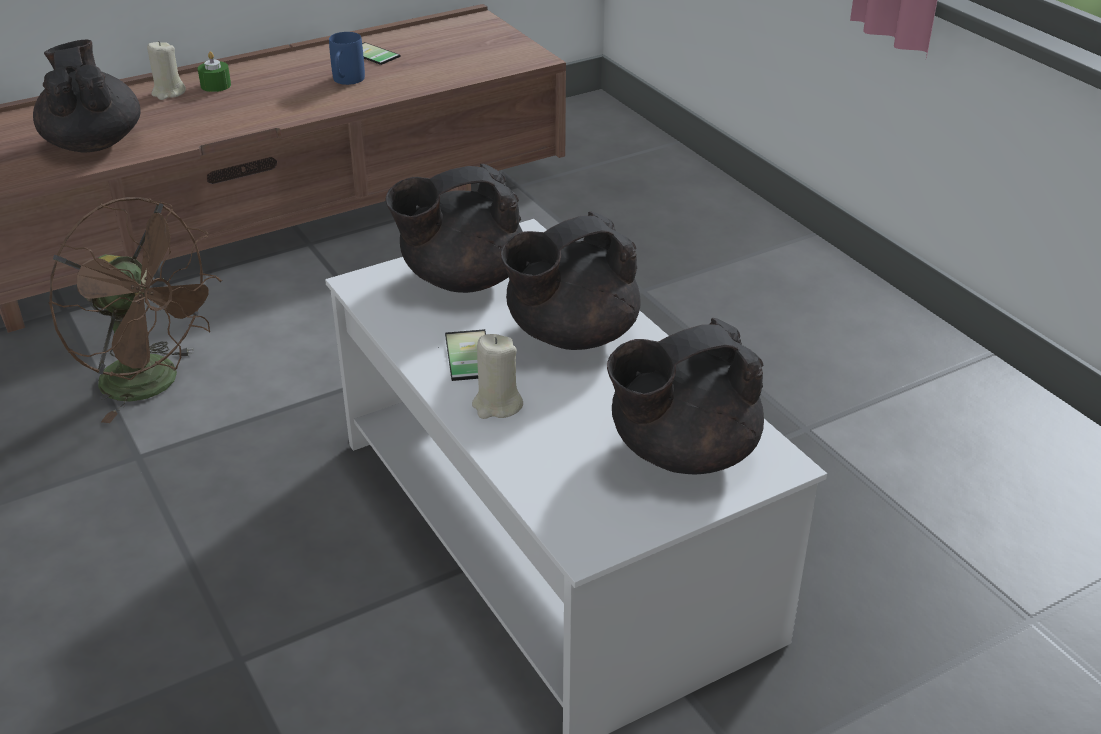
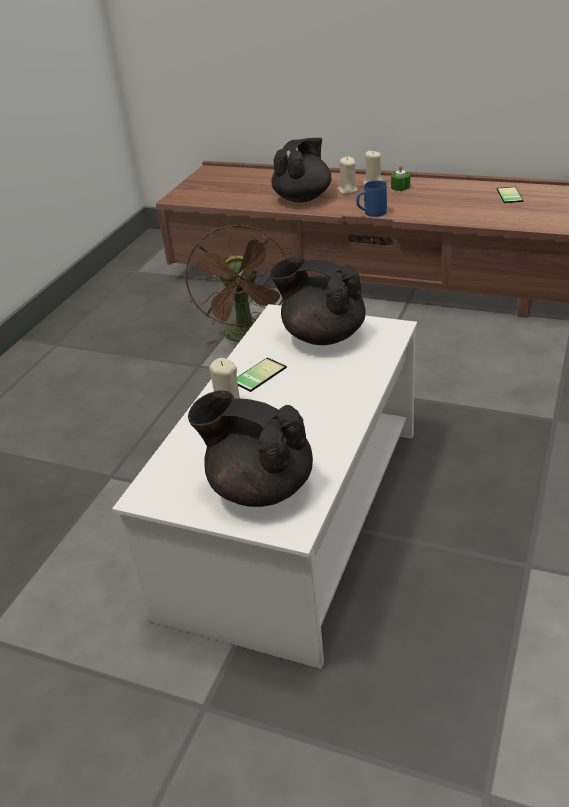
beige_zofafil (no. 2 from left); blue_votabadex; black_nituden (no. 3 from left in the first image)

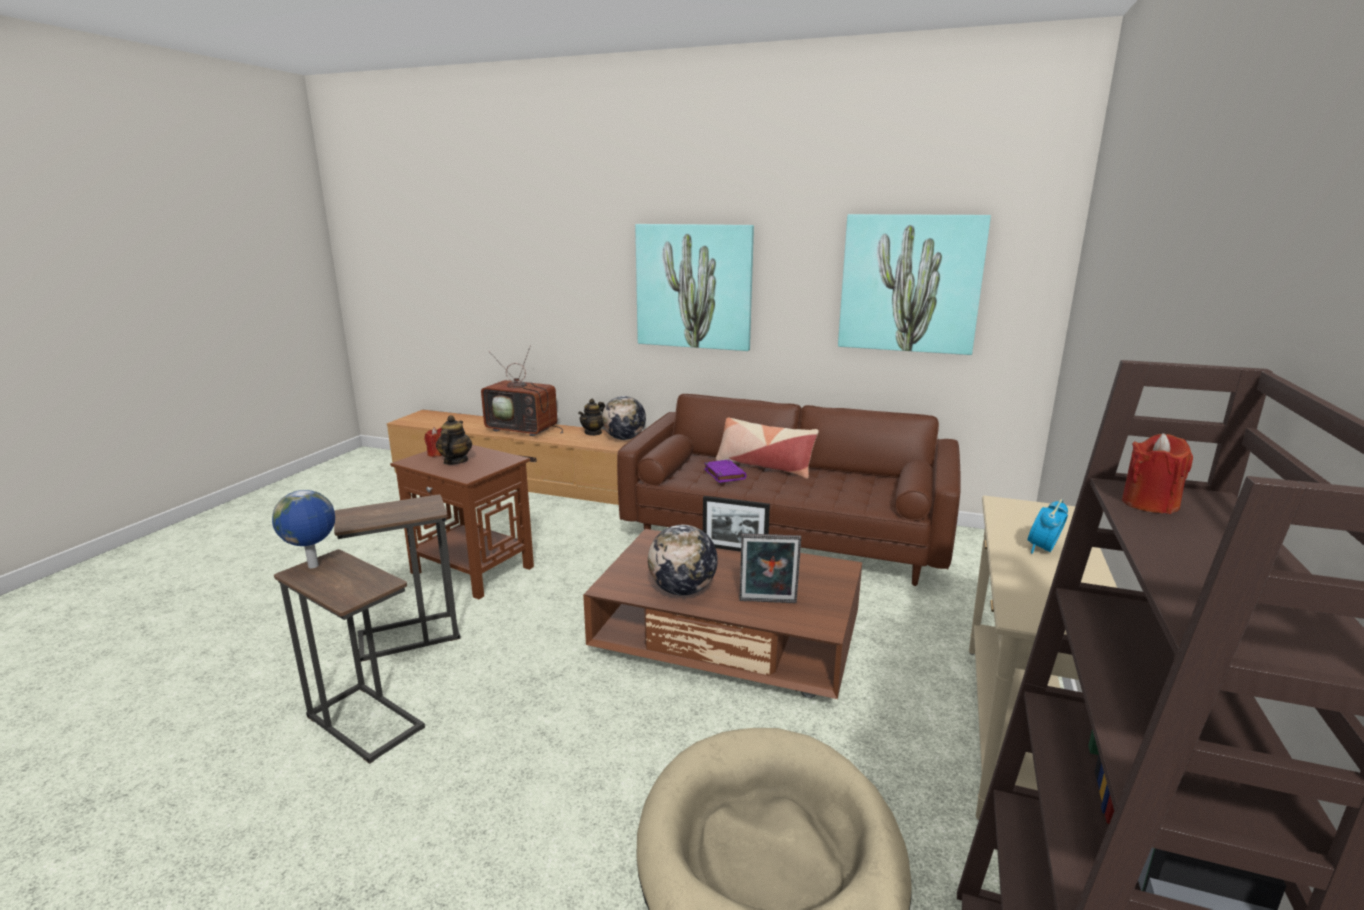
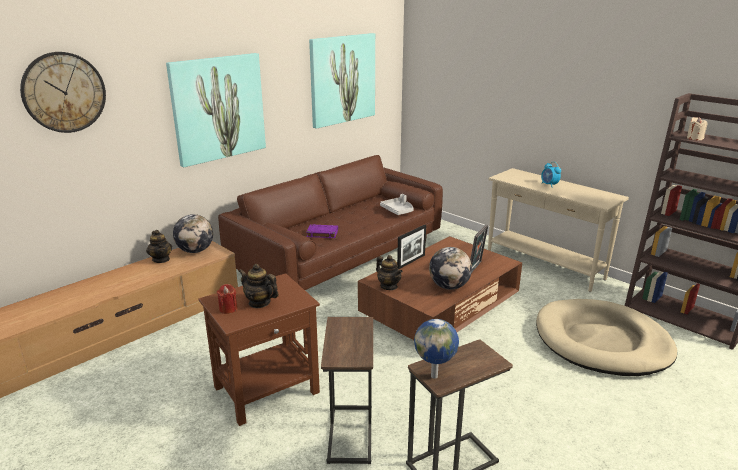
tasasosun; nituden (no. 3 from left); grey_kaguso; beige_zofafil; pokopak; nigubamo

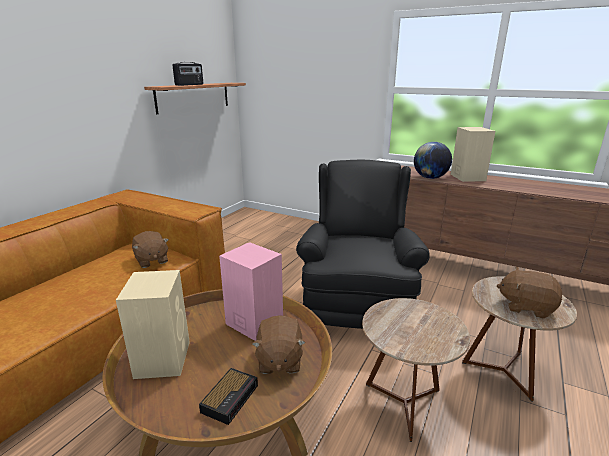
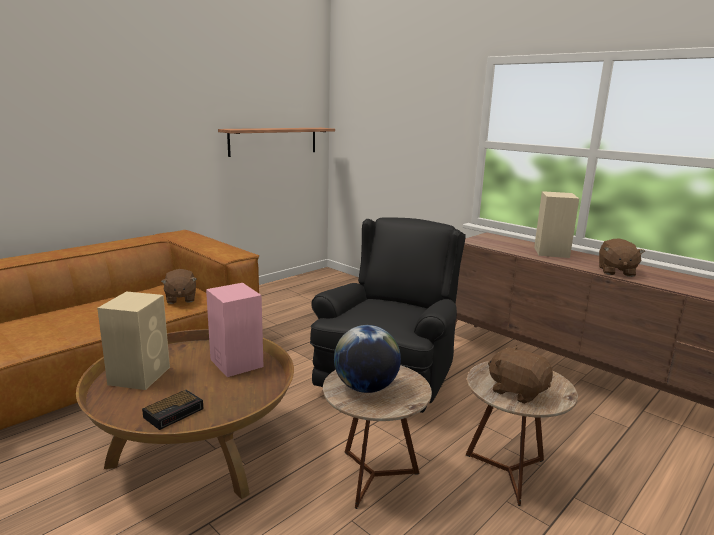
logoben; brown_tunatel (no. 3 from left); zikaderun

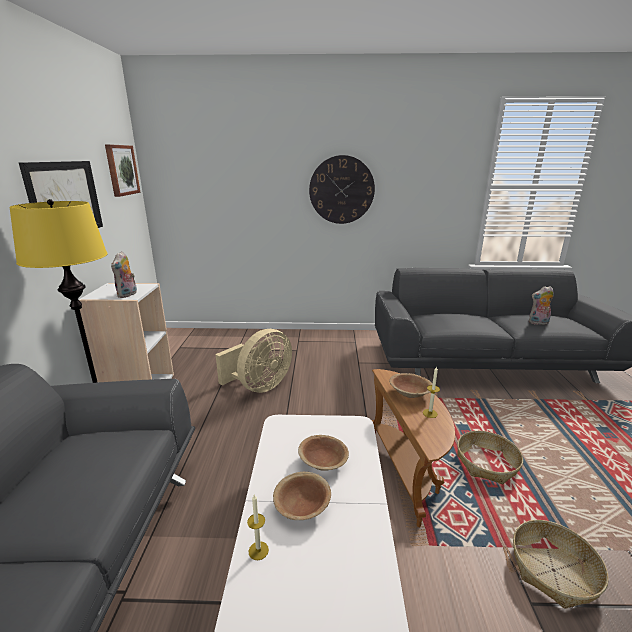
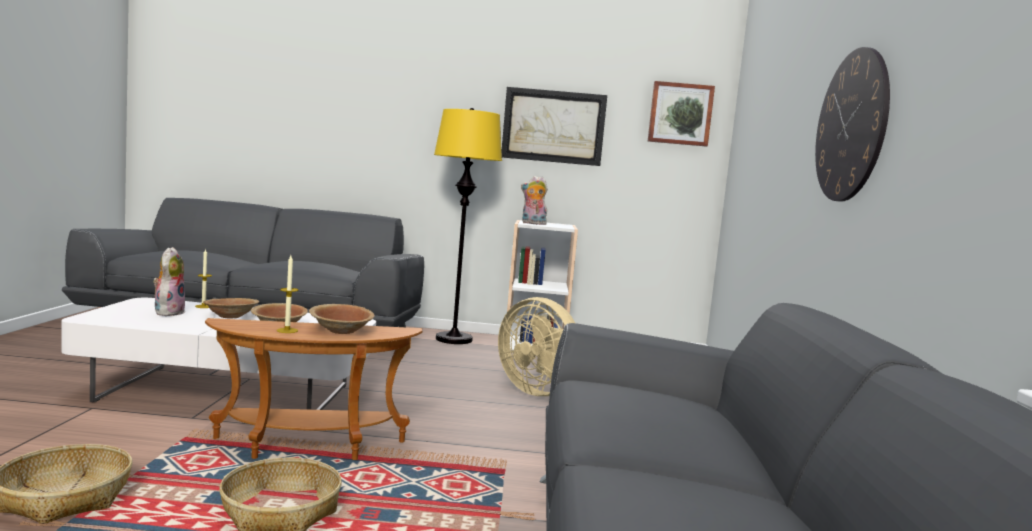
tunatel (no. 1 from left)

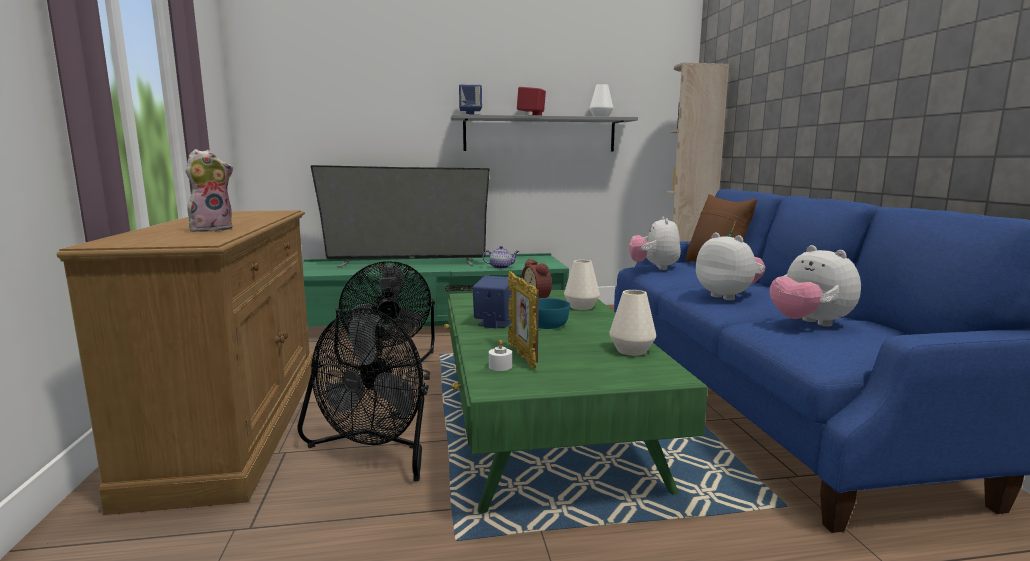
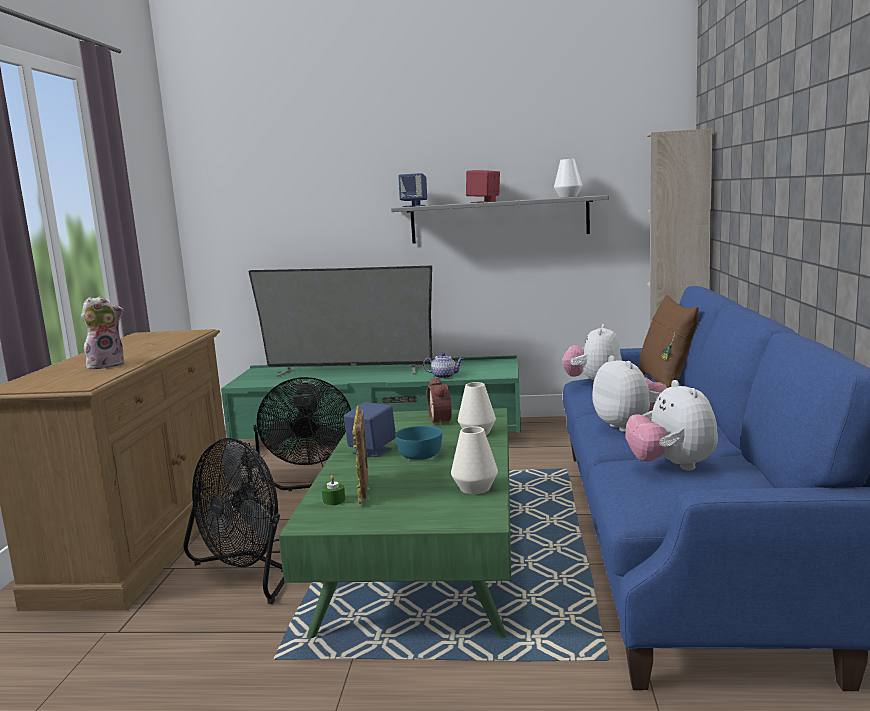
green_zofafil

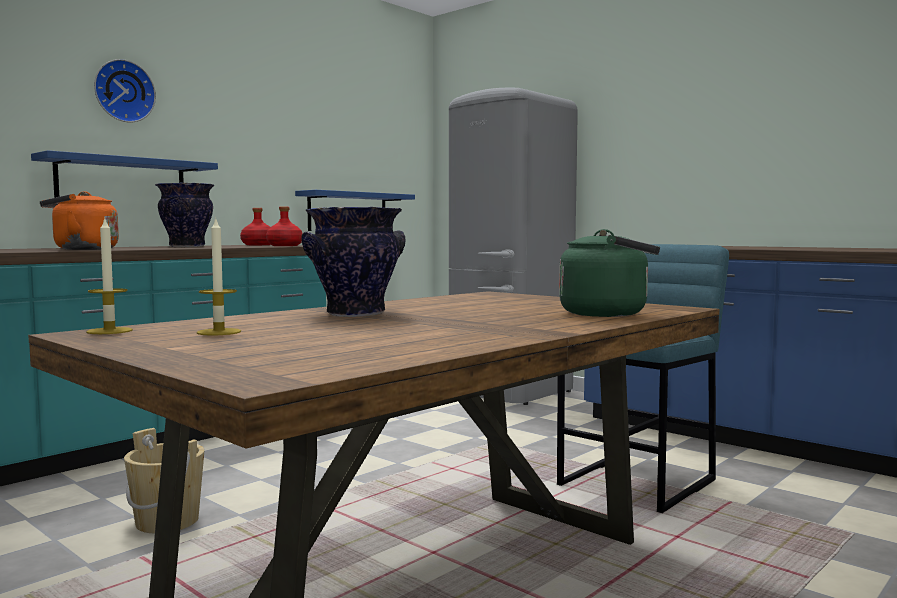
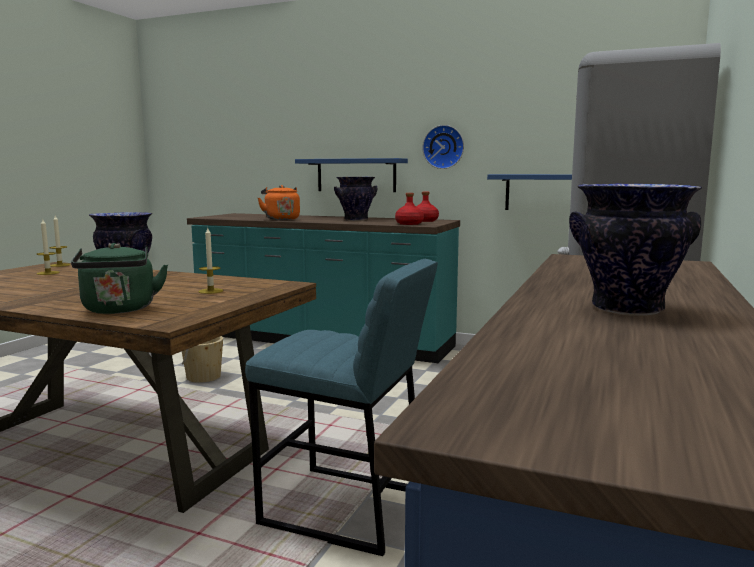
zofafil (no. 3 from left); tasasosun; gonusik (no. 3 from left)

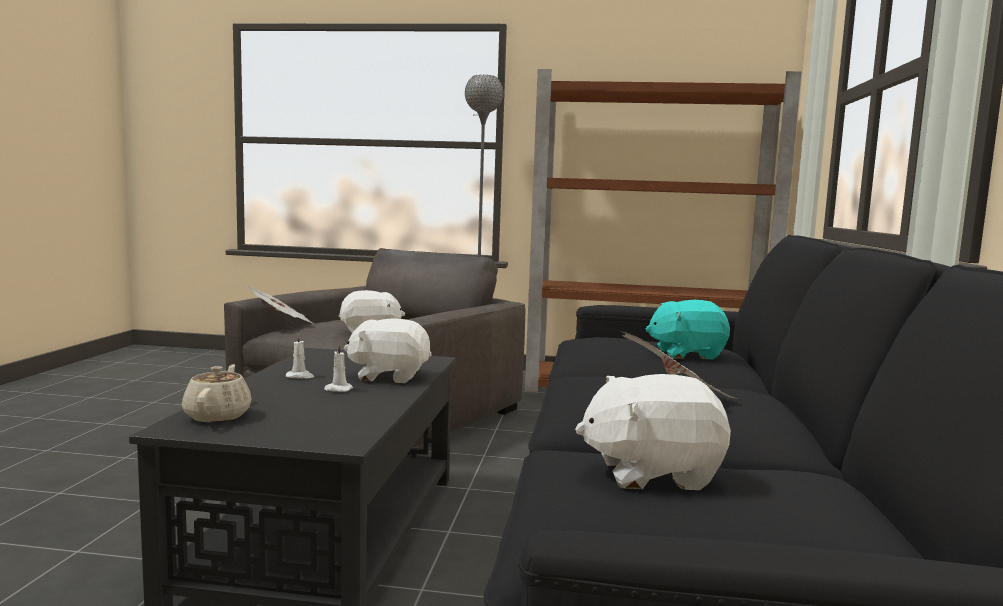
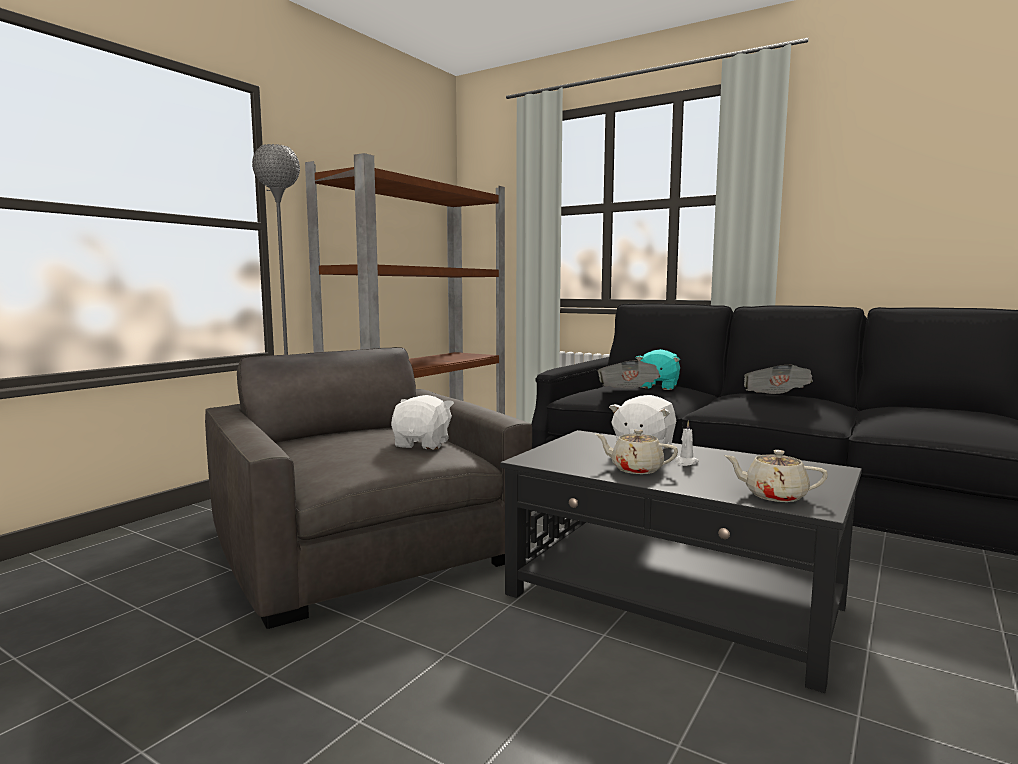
beige_nituden (no. 1 from left); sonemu (no. 1 from left); white_tunatel (no. 3 from left in the first image)

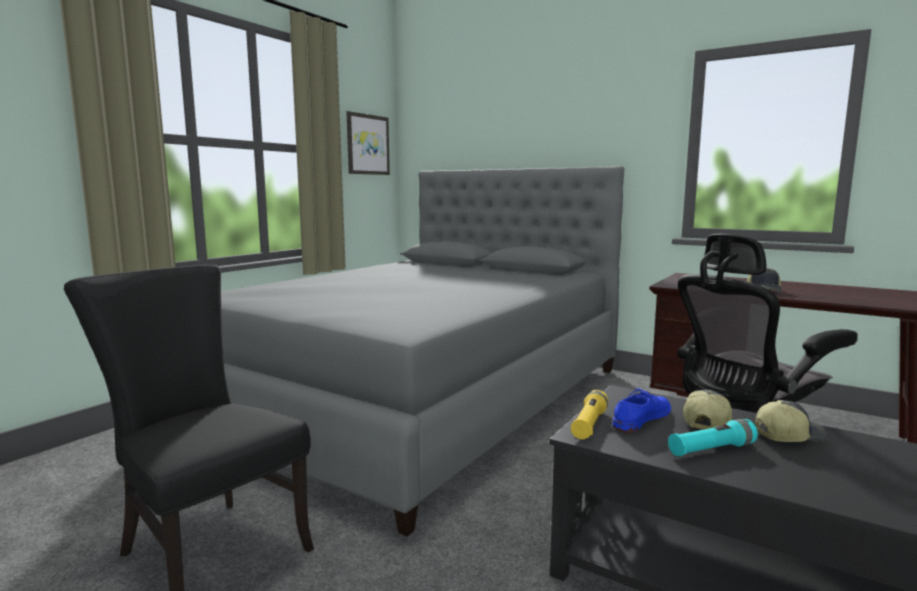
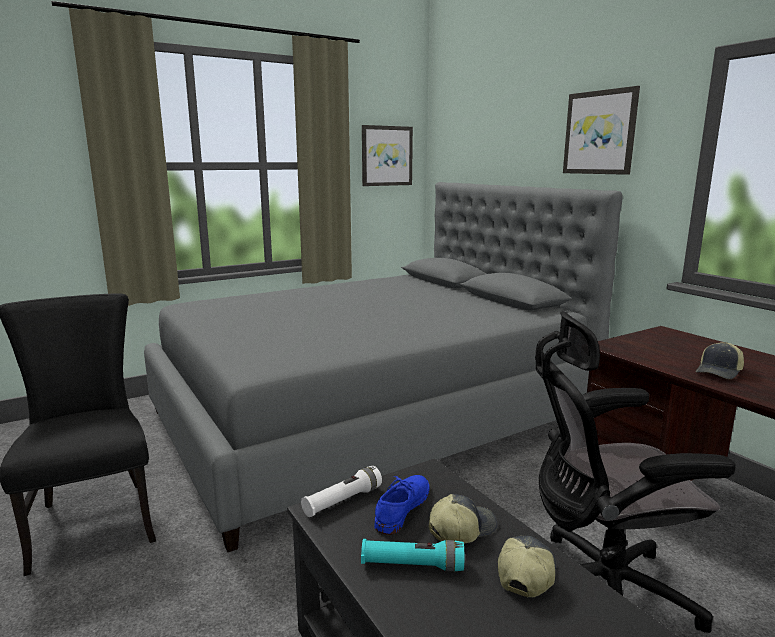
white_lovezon; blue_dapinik; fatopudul (no. 2 from left); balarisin (no. 2 from left)

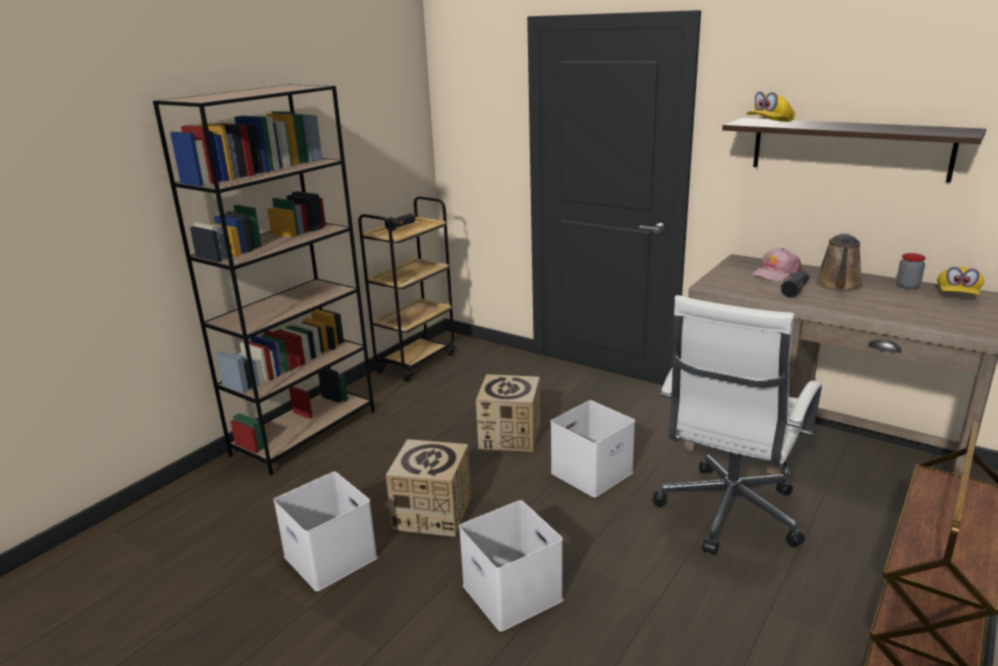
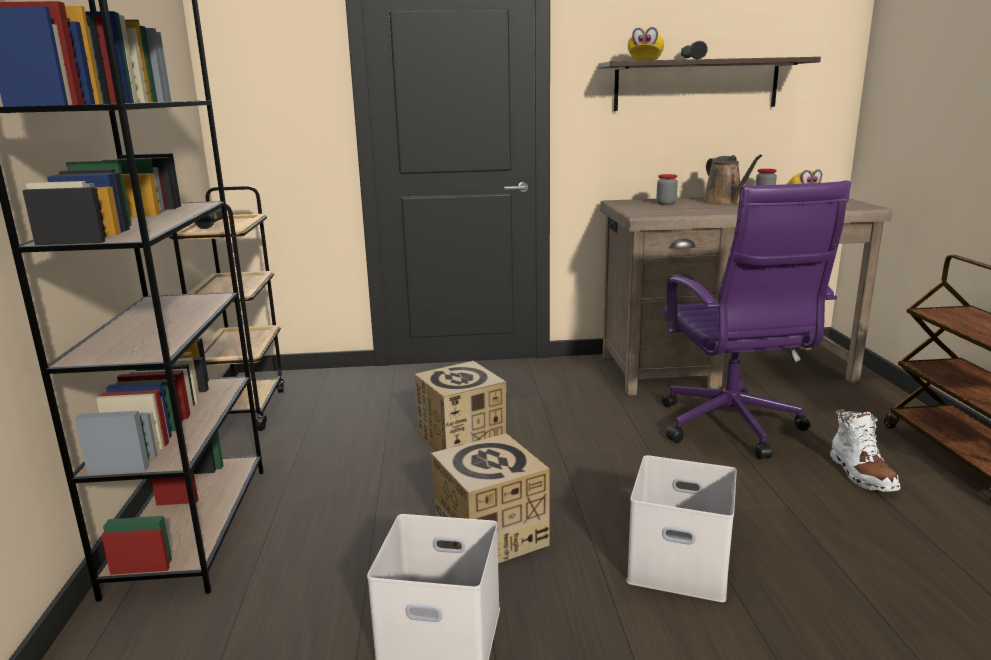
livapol (no. 1 from left); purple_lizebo; black_lovezon (no. 2 from left); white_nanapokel; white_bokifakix (no. 3 from left in the first image)

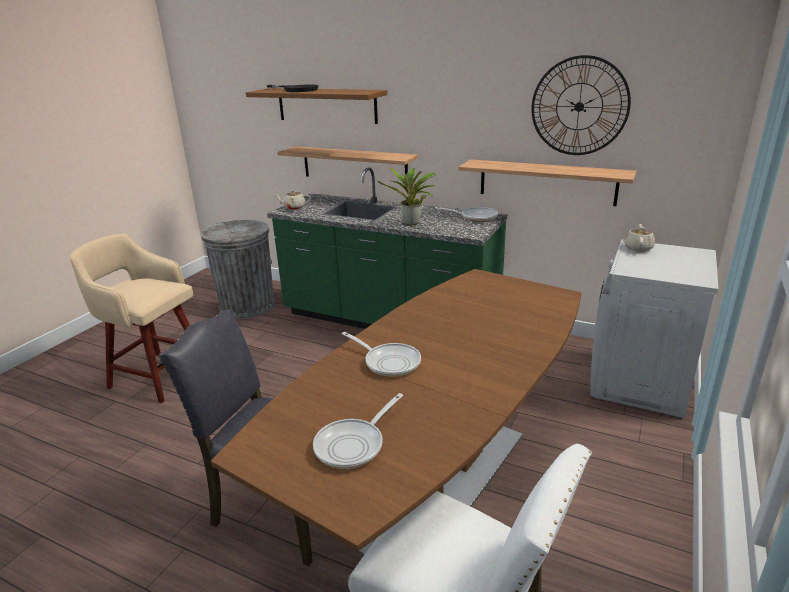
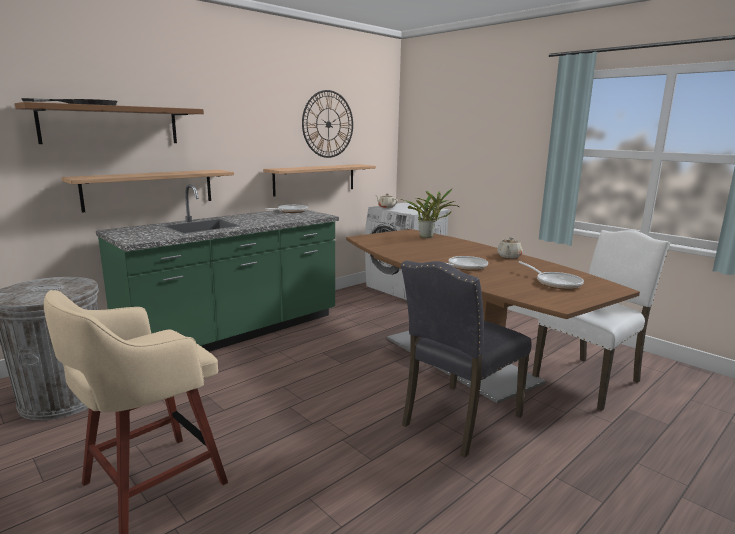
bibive; beige_nituden (no. 2 from left)

